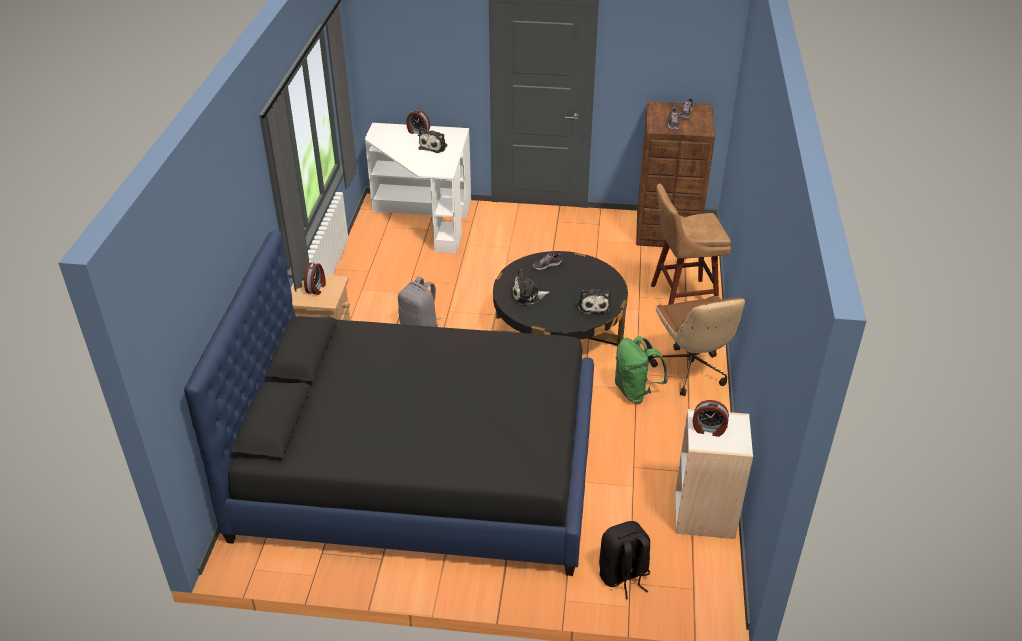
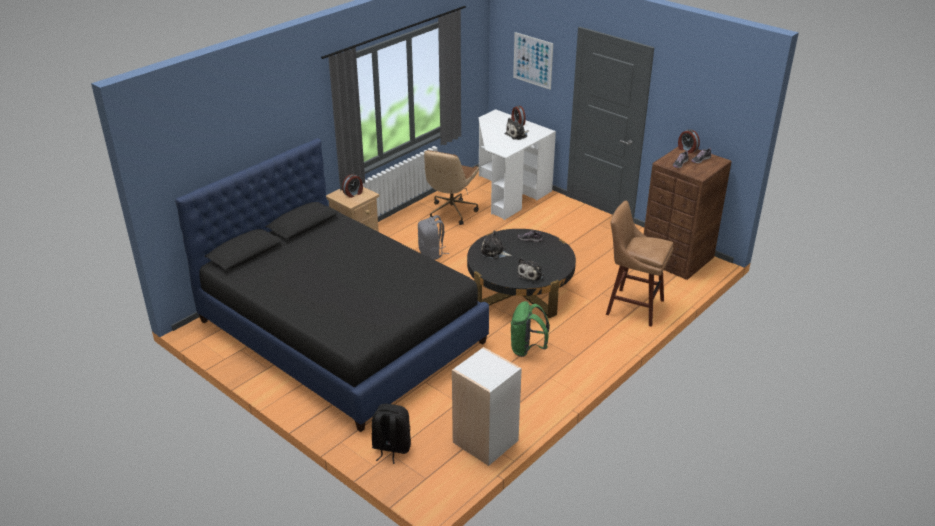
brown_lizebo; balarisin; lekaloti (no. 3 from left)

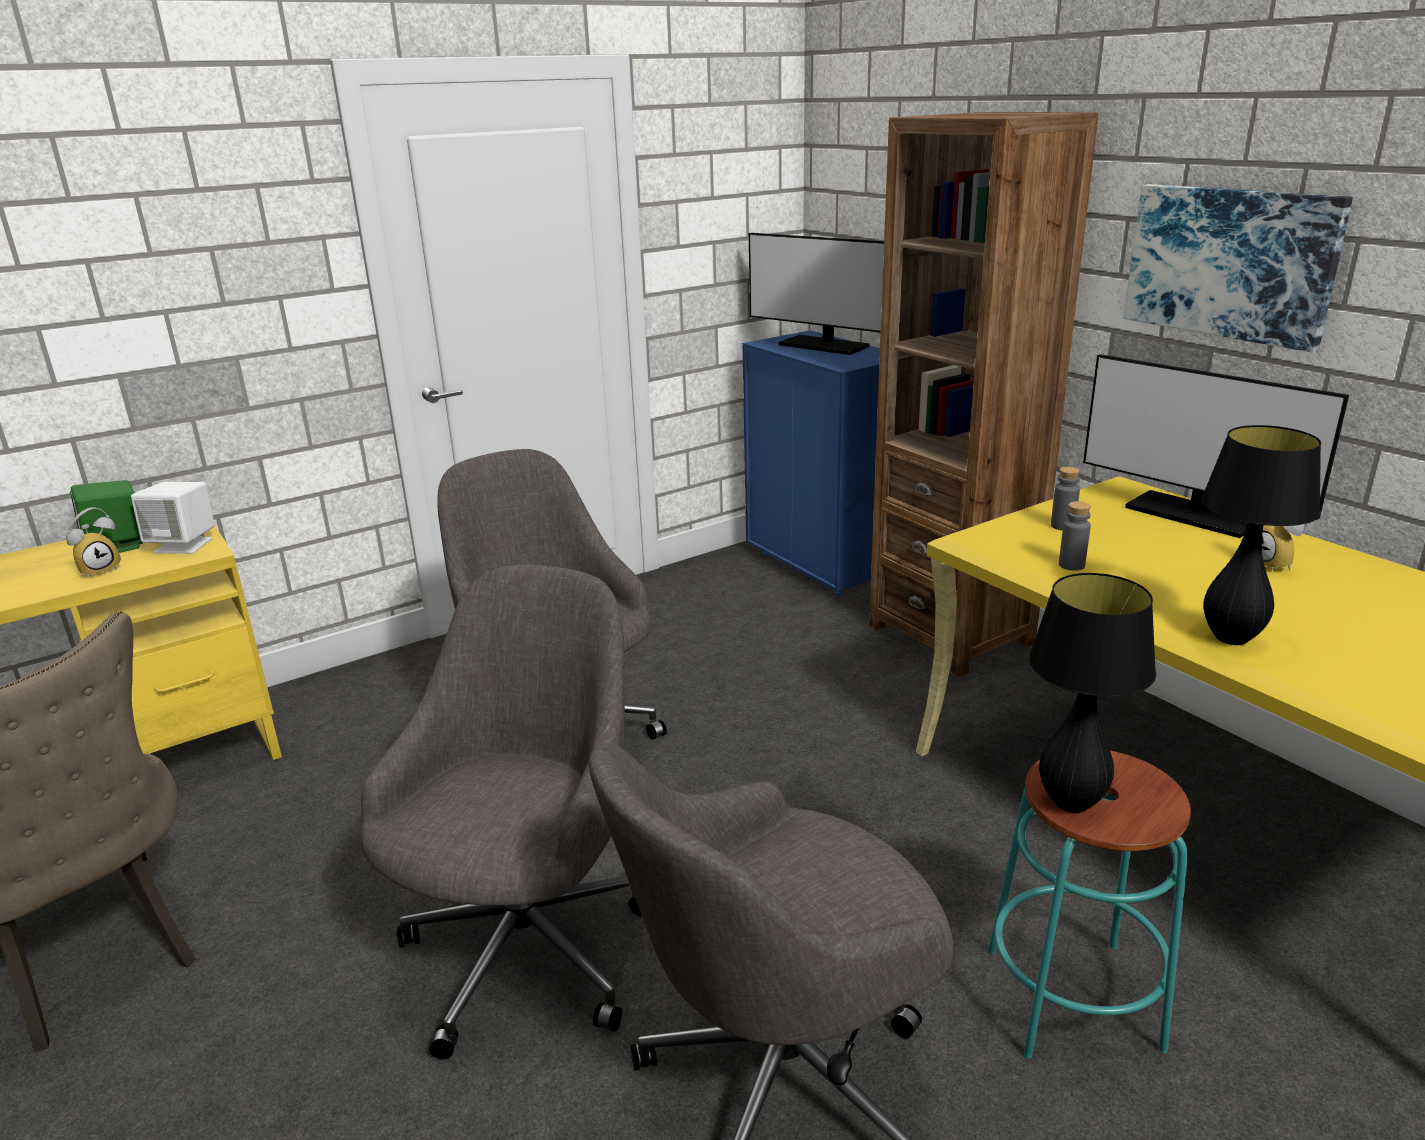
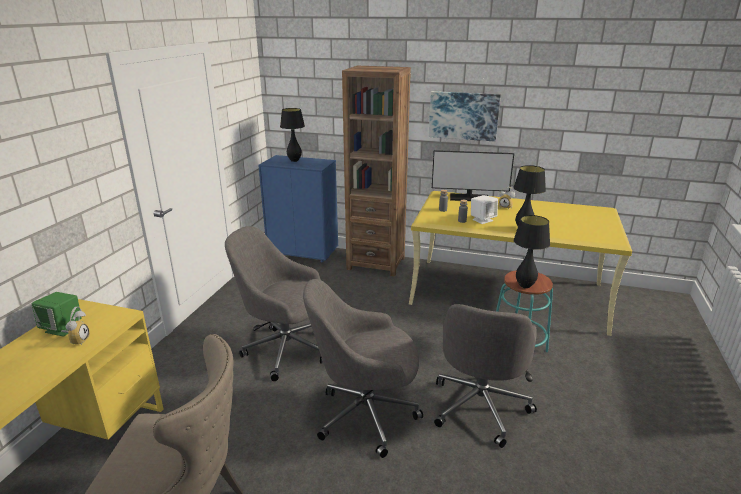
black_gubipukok (no. 1 from left); grey_lizebo (no. 2 from left); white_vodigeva

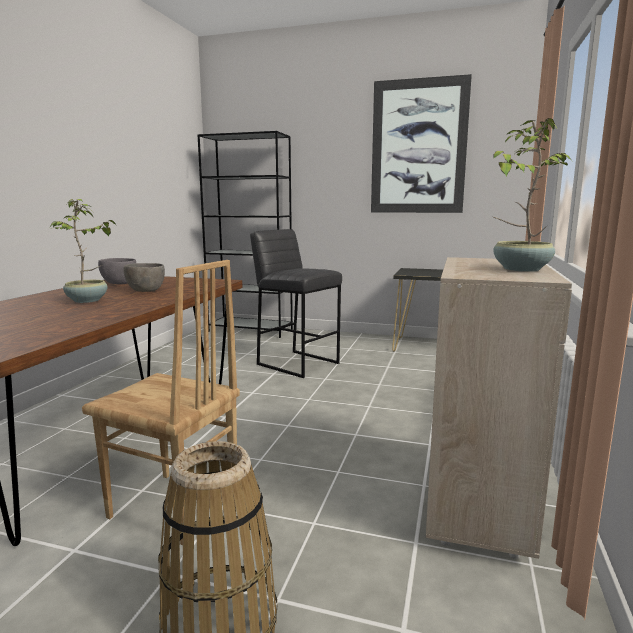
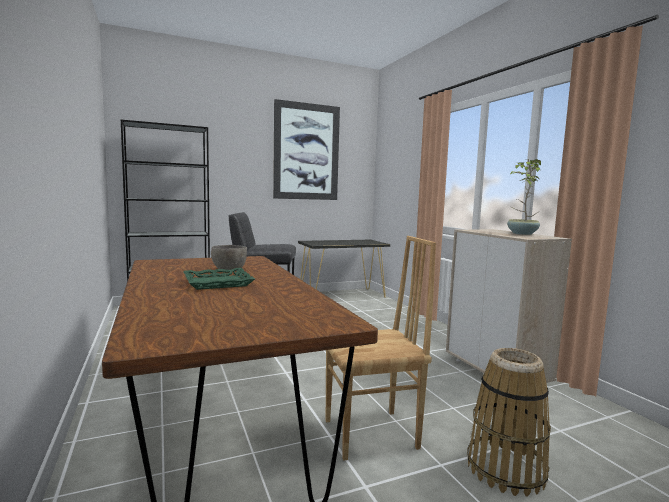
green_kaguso; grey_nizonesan (no. 1 from left in the first image)

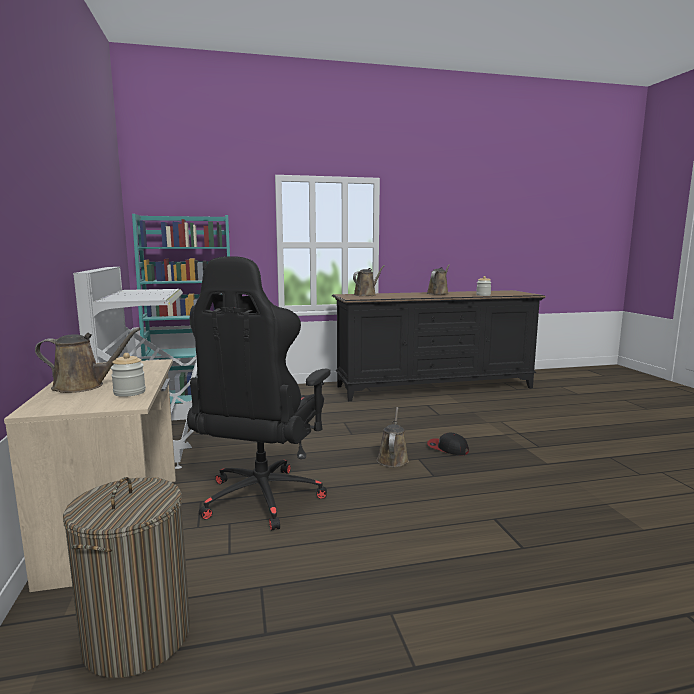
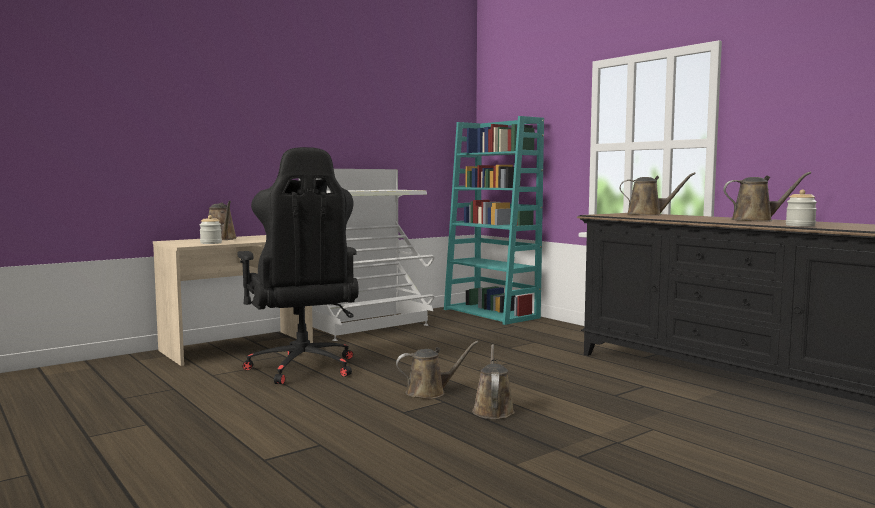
black_lizebo; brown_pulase (no. 3 from left); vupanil

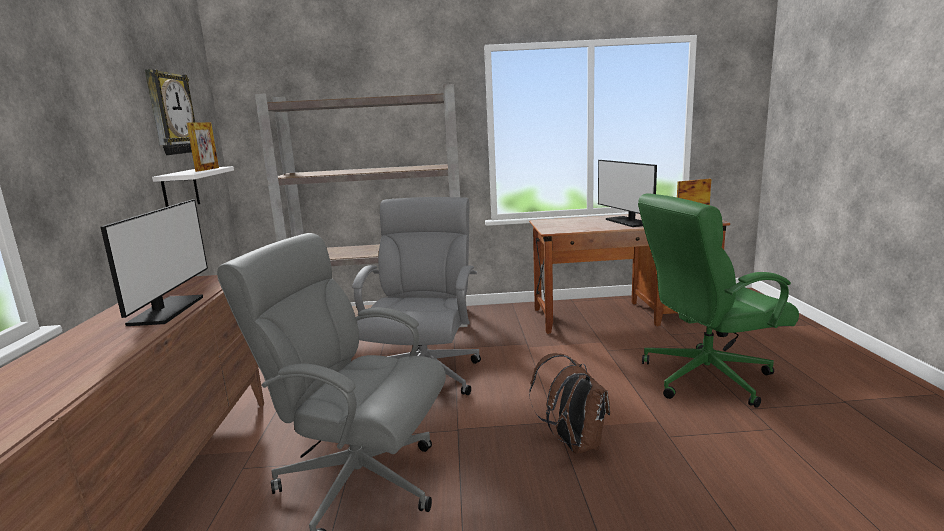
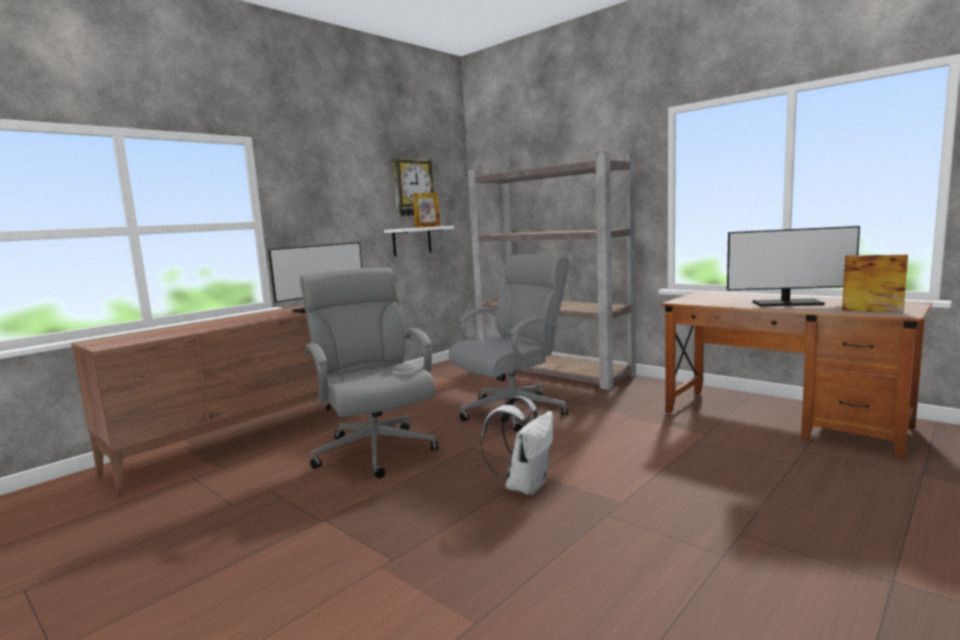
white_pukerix; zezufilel (no. 2 from left); green_lizebo

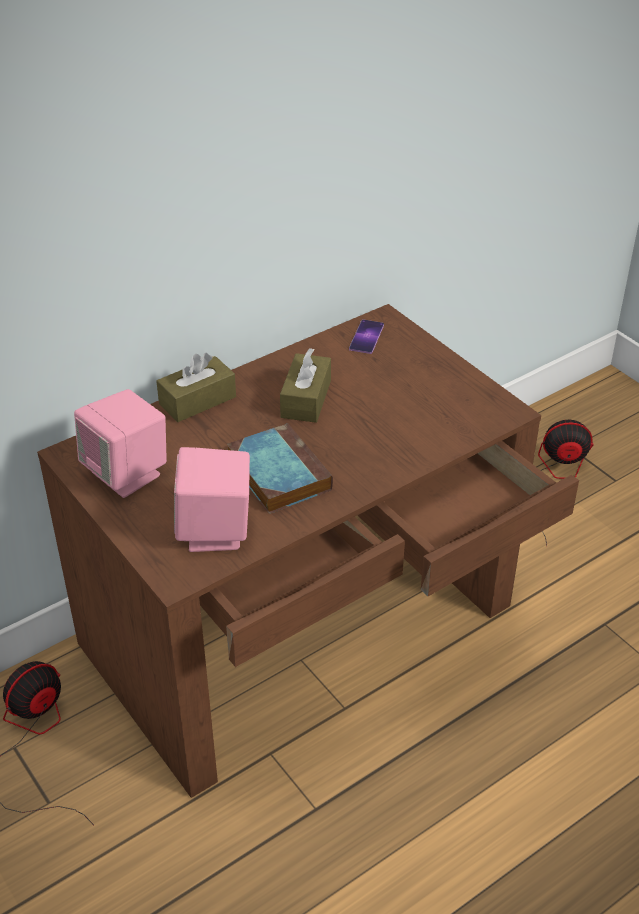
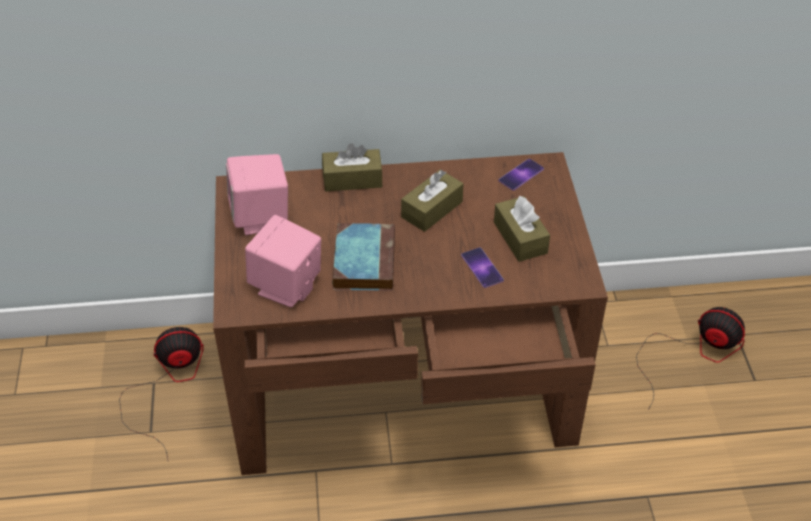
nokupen (no. 1 from left); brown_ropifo (no. 3 from left)

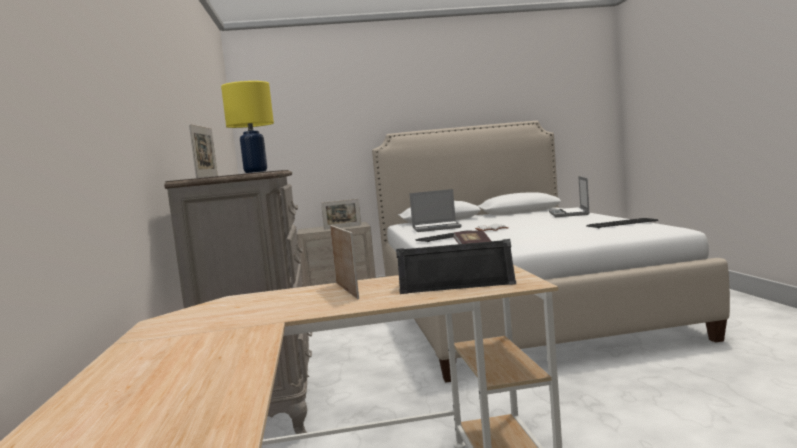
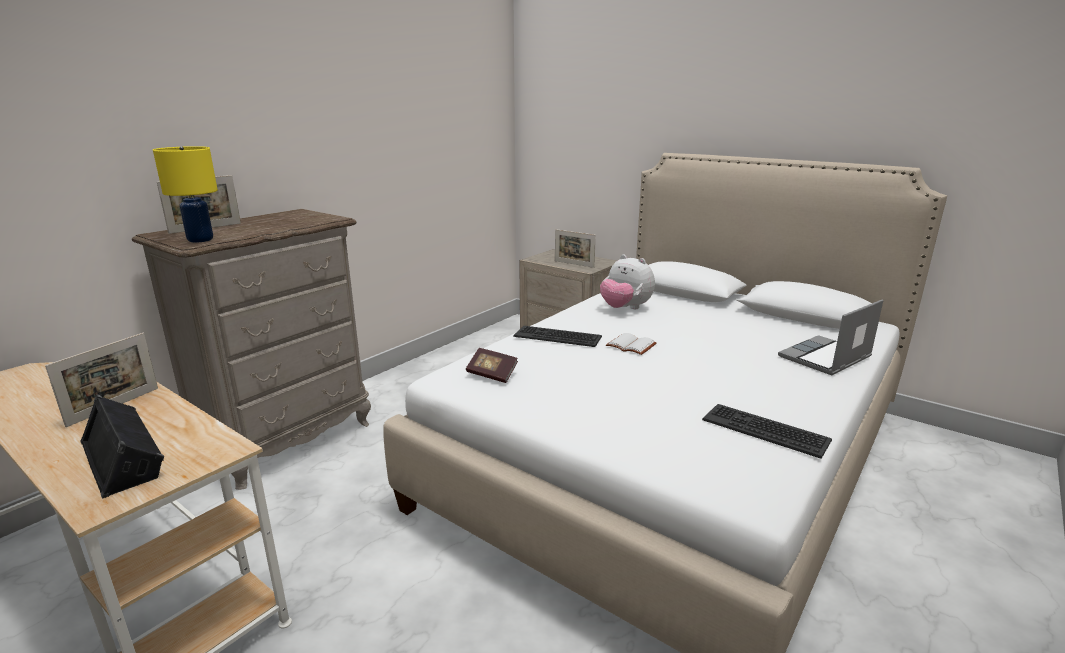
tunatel

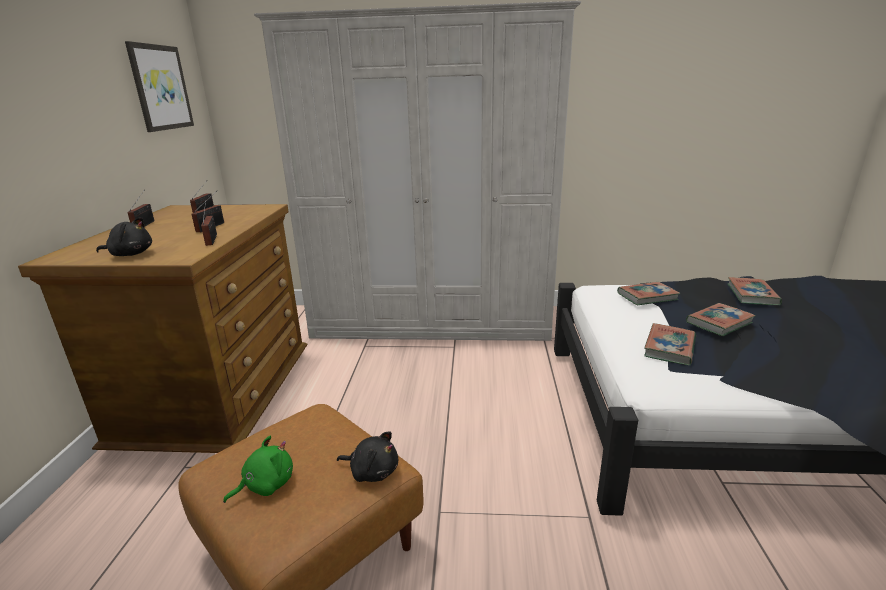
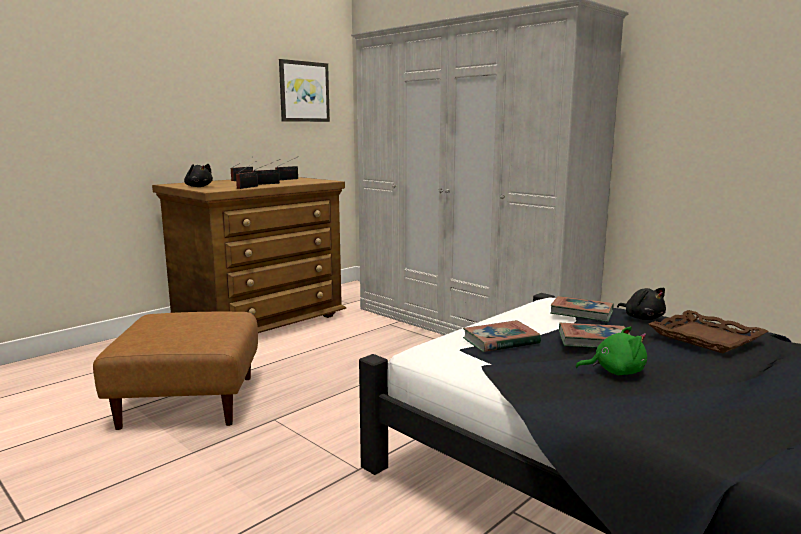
green_tunatel; black_tunatel (no. 2 from left); brown_kaguso

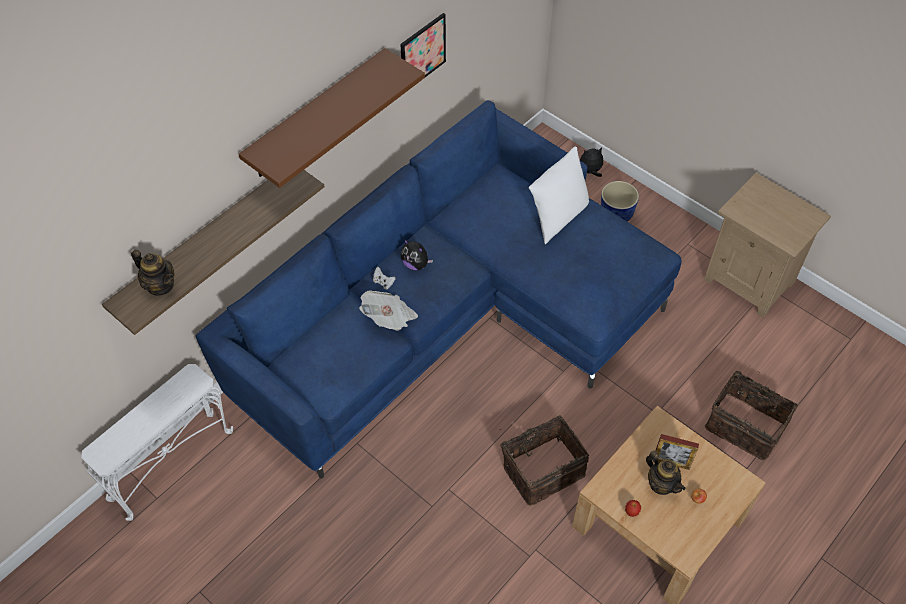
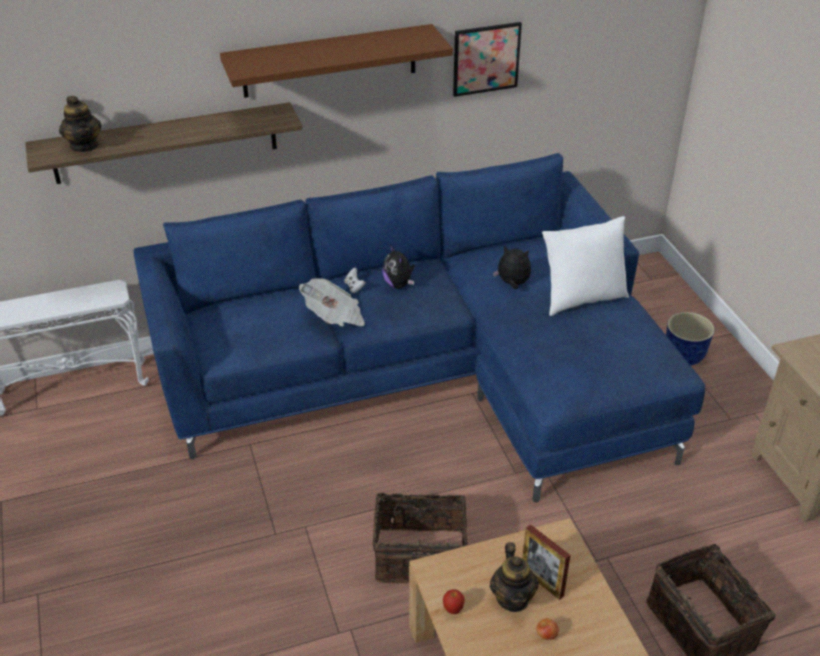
tunatel (no. 2 from left)

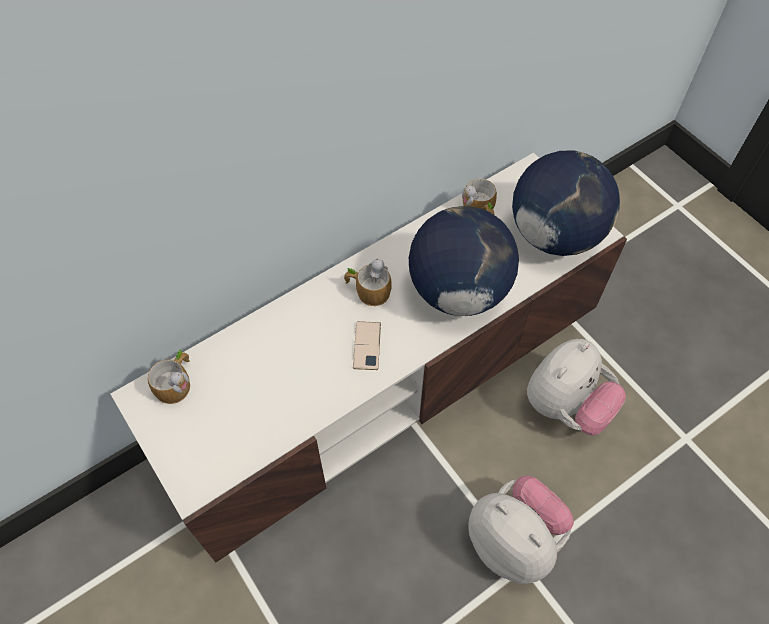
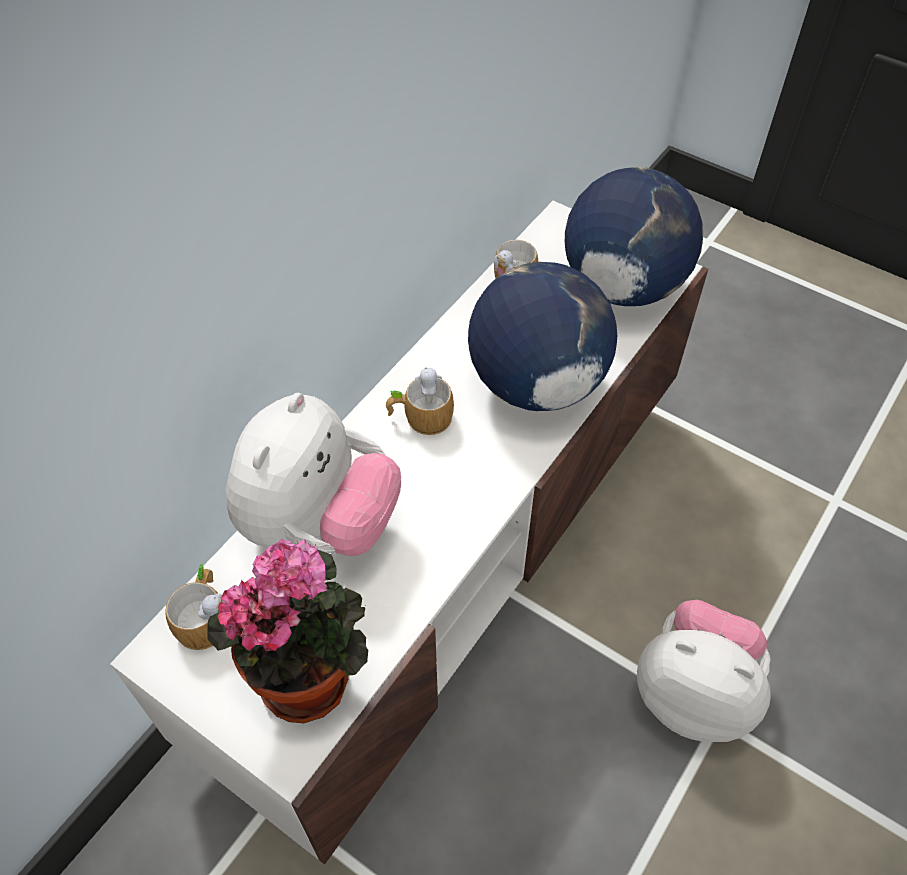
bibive; tunatel (no. 1 from left); nokupen

